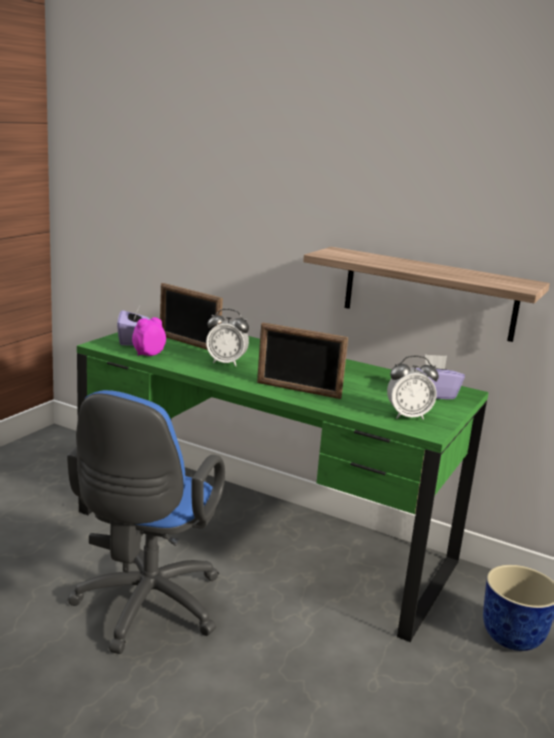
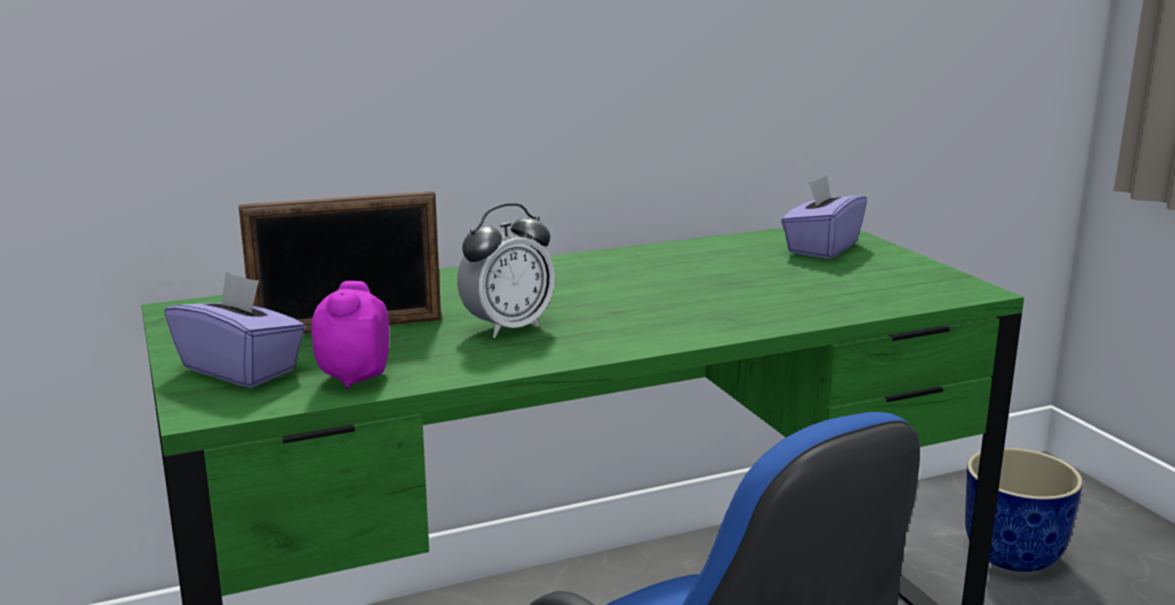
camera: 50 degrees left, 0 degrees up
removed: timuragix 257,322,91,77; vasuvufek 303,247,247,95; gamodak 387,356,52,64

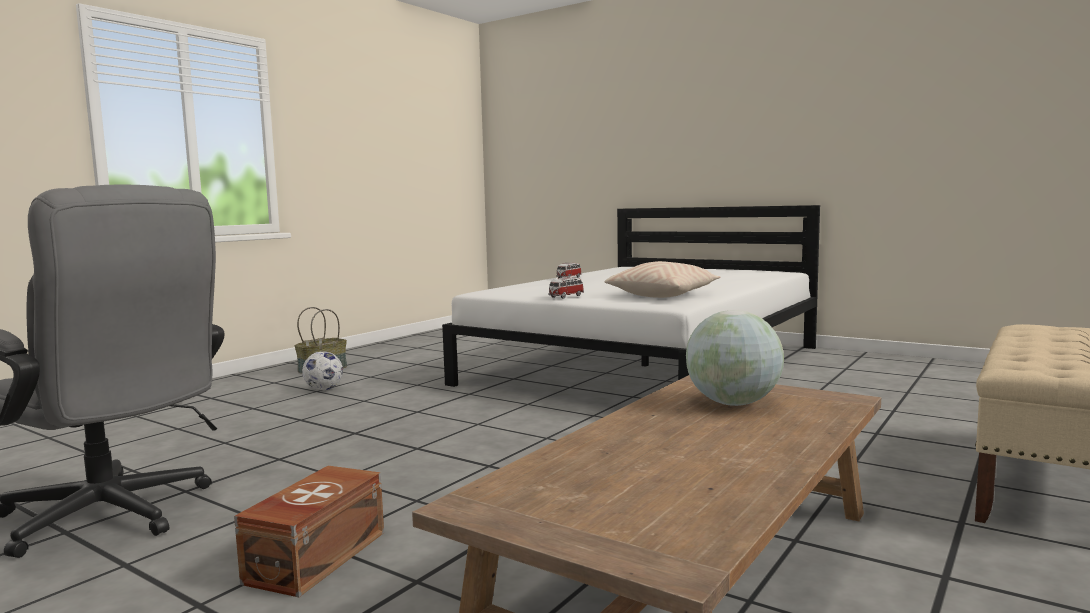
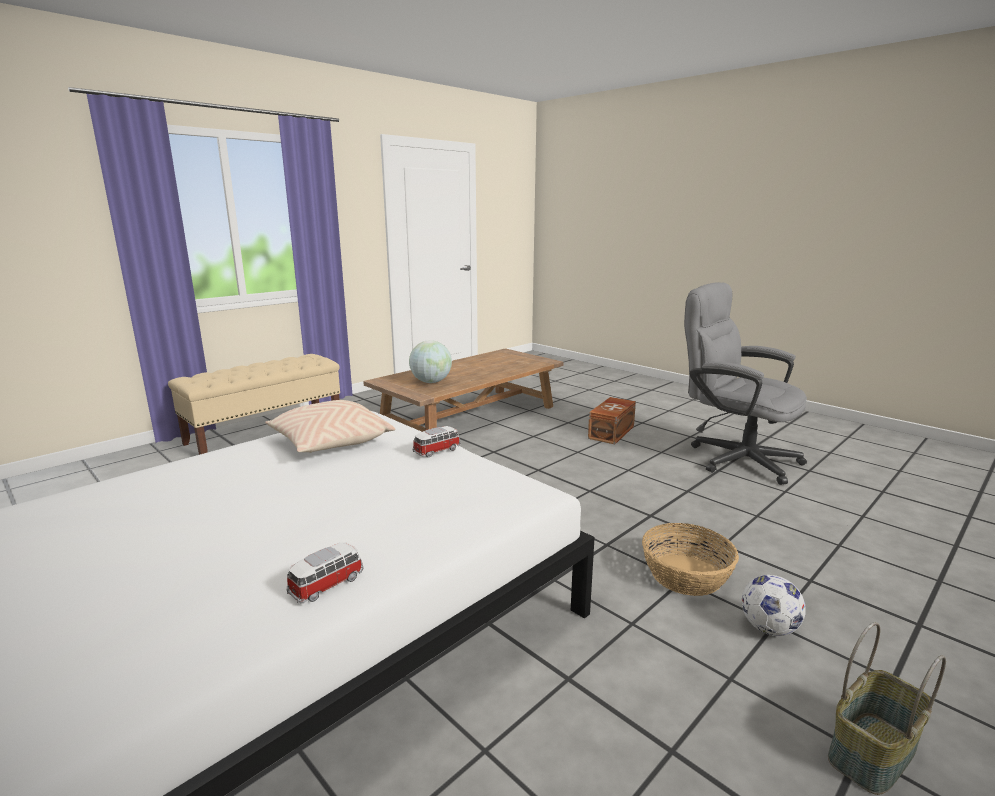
camera: 170 degrees left, 10 degrees up
added: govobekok 642,523,97,73

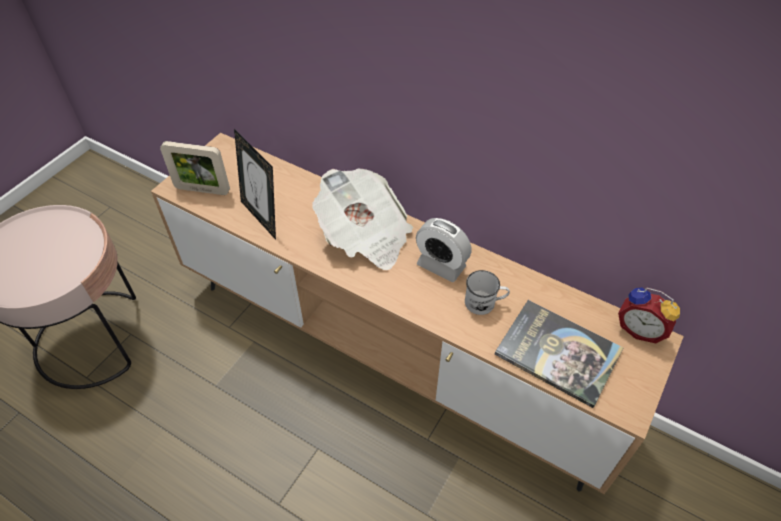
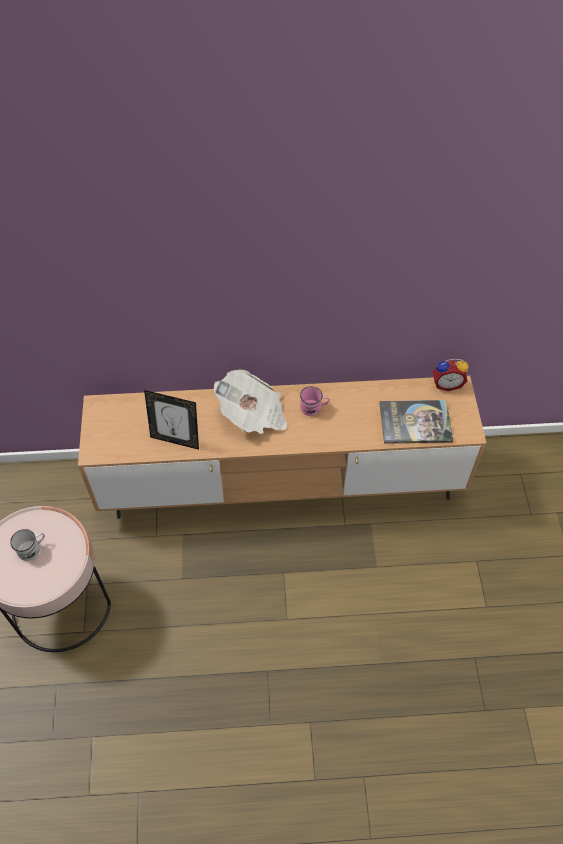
camera: 35 degrees left, 5 degrees up
removed: timuragix 160,141,70,54
moved: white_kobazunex 465,270,45,45 to 10,529,35,32
replaced: gamodak 416,218,56,64 to pink_kobazunex 300,386,30,30

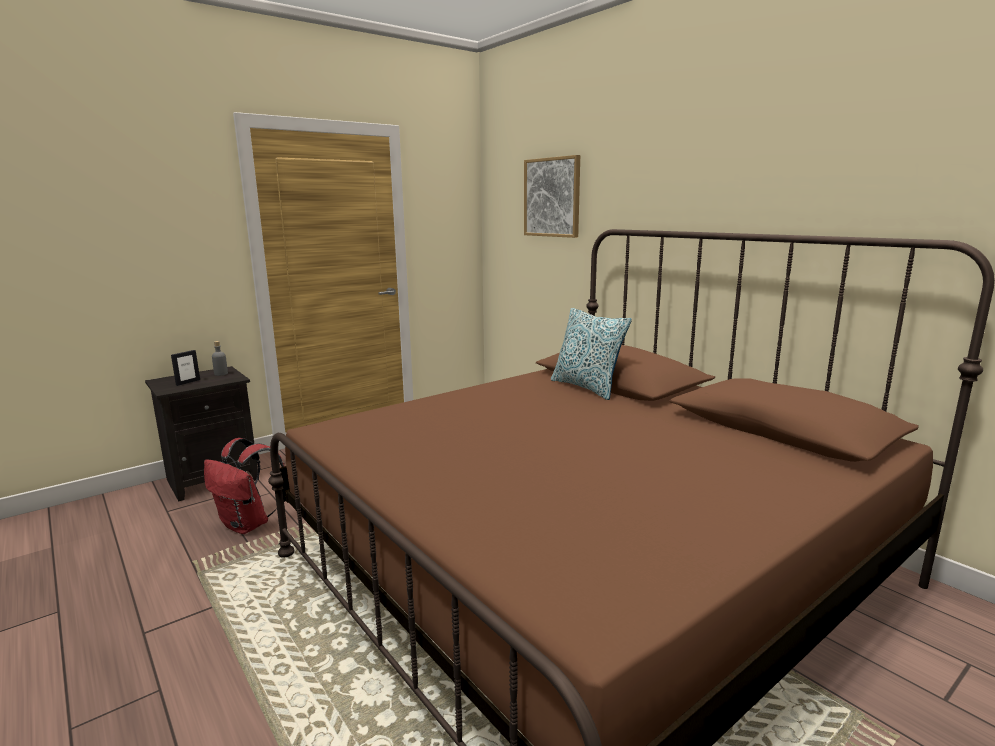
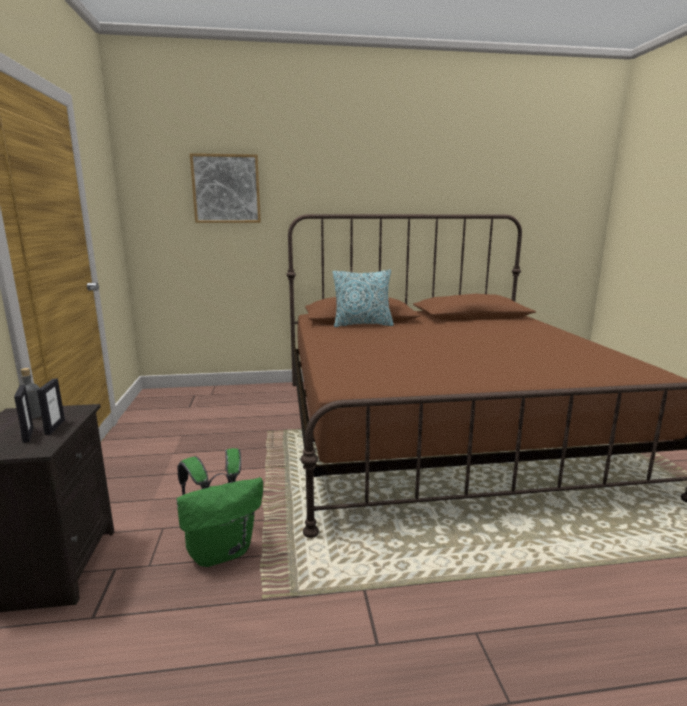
camera: 60 degrees left, 0 degrees up
added: timuragix 37,379,28,56
recoloured: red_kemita 204,438,80,96 to green_kemita 177,448,86,119

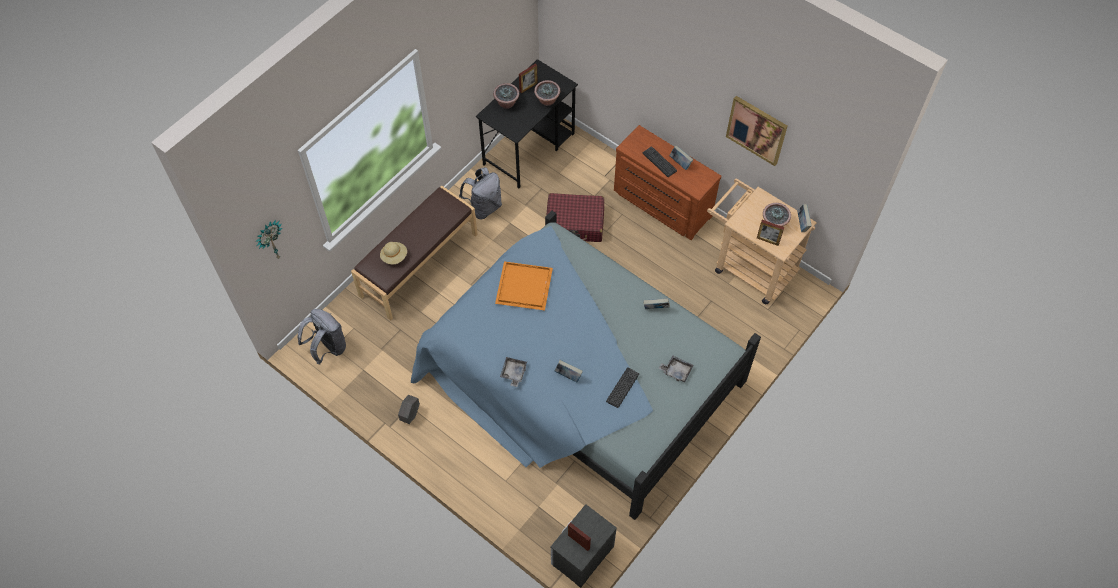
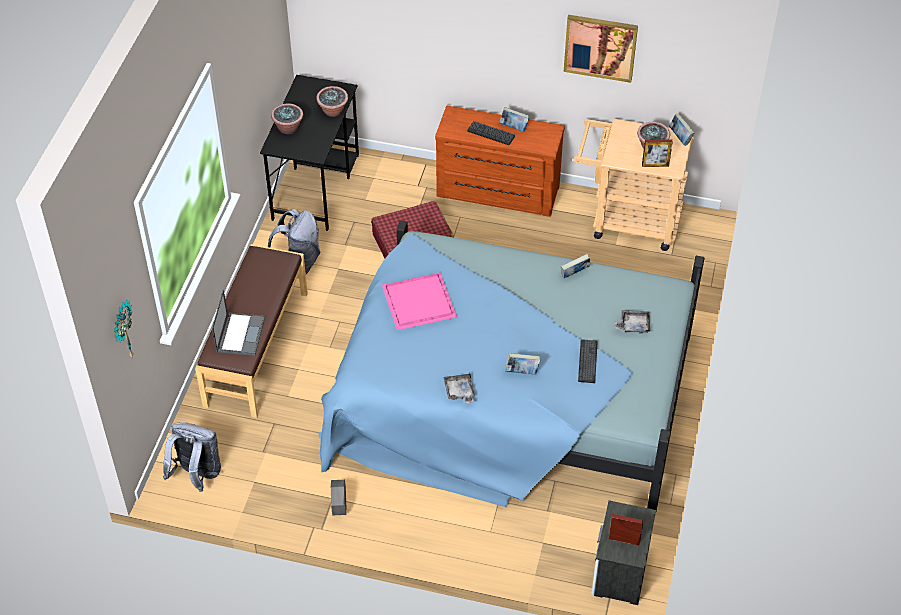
camera: 25 degrees left, 10 degrees down
removed: timuragix 519,64,19,30
replaced: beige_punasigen 380,242,27,22 to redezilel 212,290,53,66
recoloured: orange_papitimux 495,261,58,49 to pink_papitimux 382,273,75,57

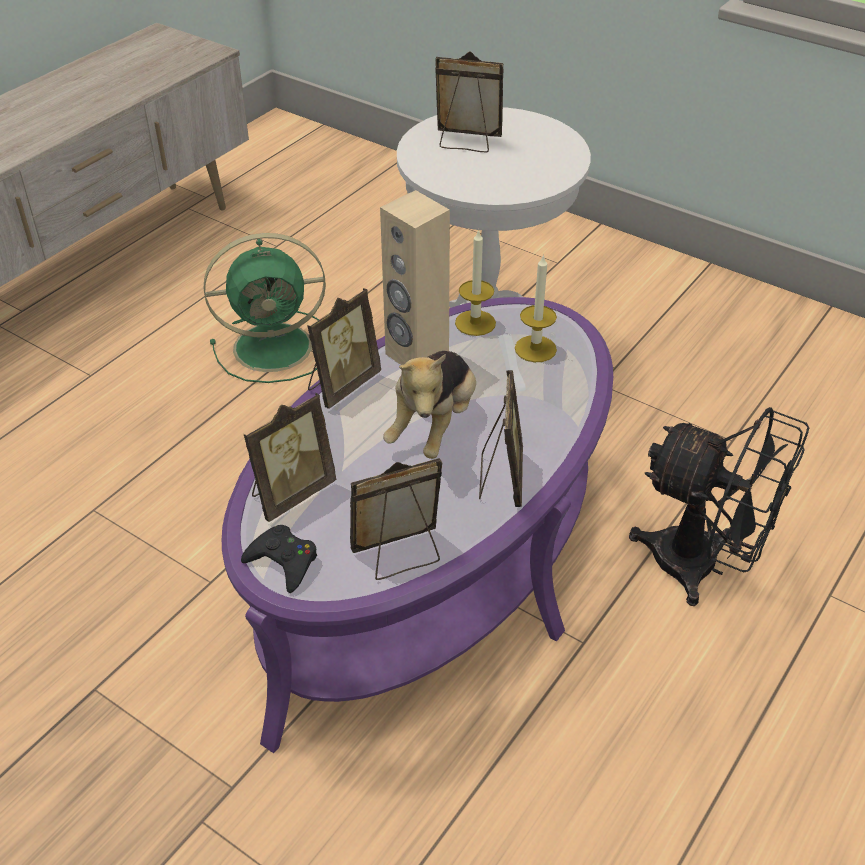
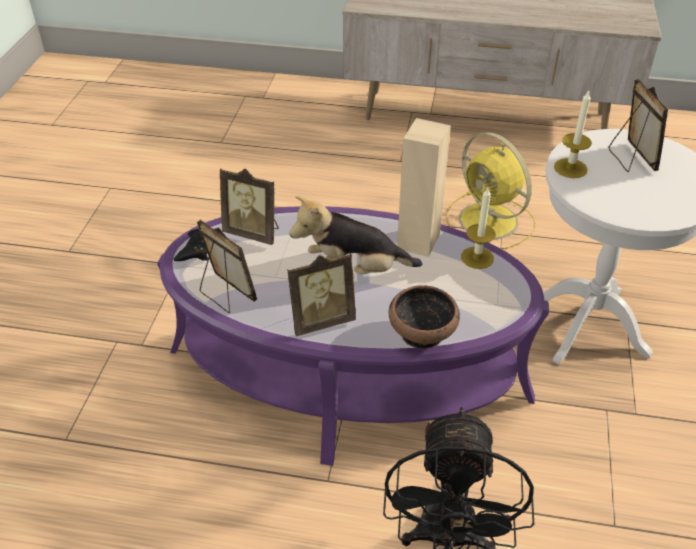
camera: 65 degrees right, 0 degrees up
removed: timuragix 307,288,74,121
added: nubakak 389,285,71,64
moved: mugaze 515,254,42,108 to 554,90,37,88
recoloured: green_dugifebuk 204,233,122,150 to yellow_dugifebuk 446,132,90,117

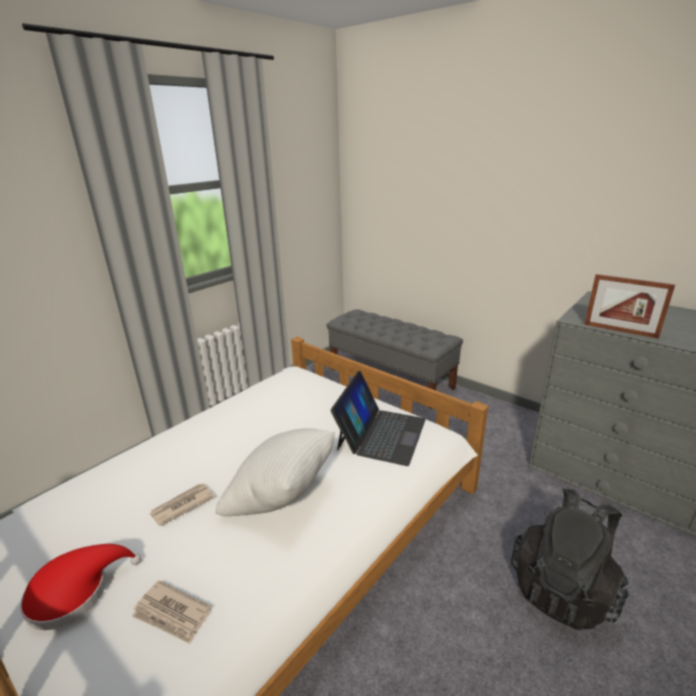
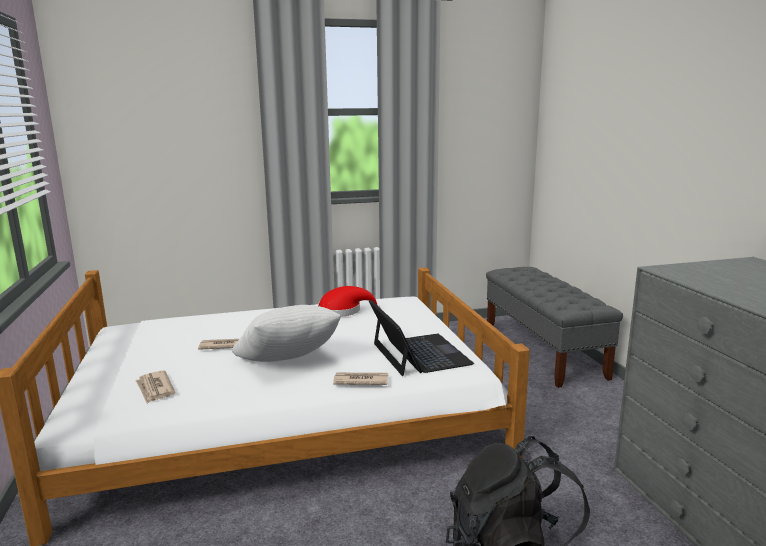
camera: 35 degrees right, 10 degrees down
removed: timuragix 584,274,91,65
added: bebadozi 333,372,55,13
moved: red_punasigen 20,544,122,86 to 318,286,62,31
turned: redezilel 331,371,95,95 = 369,300,105,76 75 degrees counterclockwise

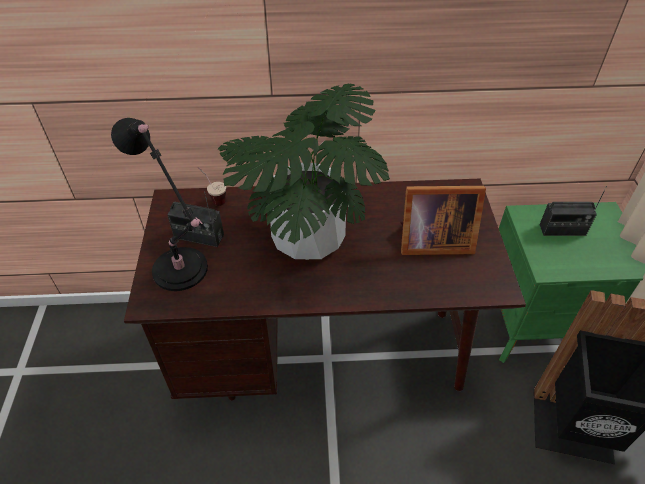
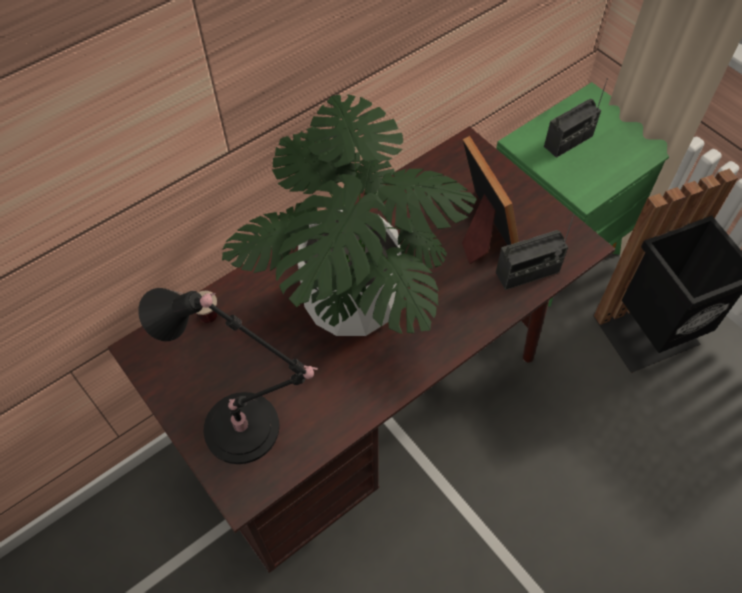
camera: 35 degrees left, 10 degrees up
moved: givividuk 167,192,57,55 to 496,214,79,76
turned: timuragix 400,186,86,69 = 462,136,57,128 75 degrees counterclockwise

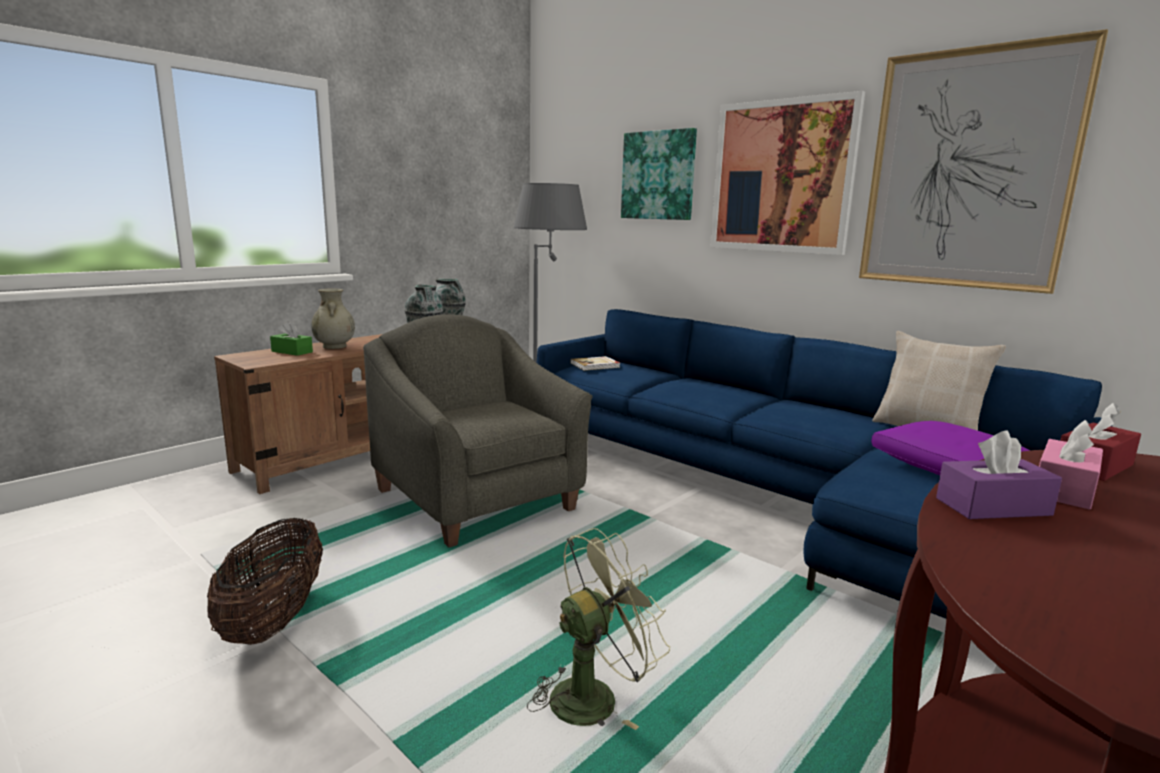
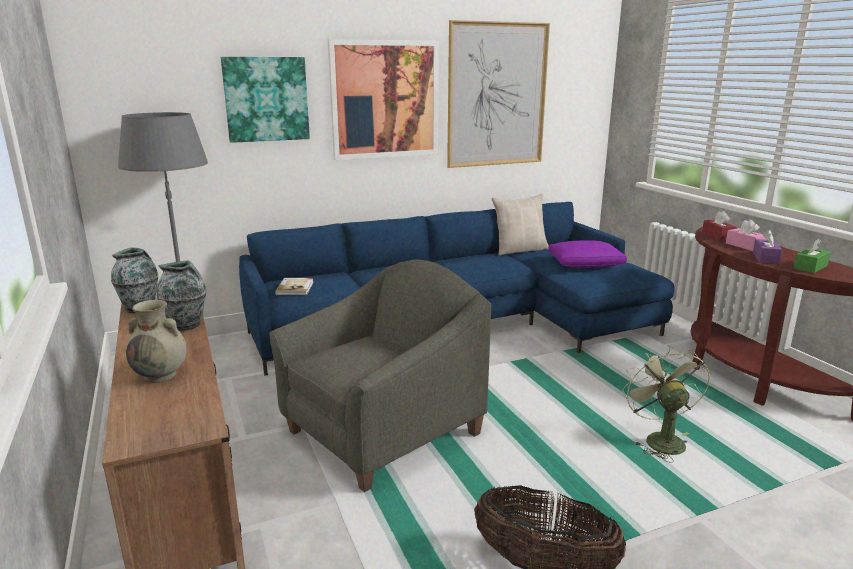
camera: 65 degrees left, 5 degrees up
moved: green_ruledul 270,321,43,35 to 793,238,38,35
turned: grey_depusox 363,314,229,234 = 269,259,222,233 150 degrees clockwise

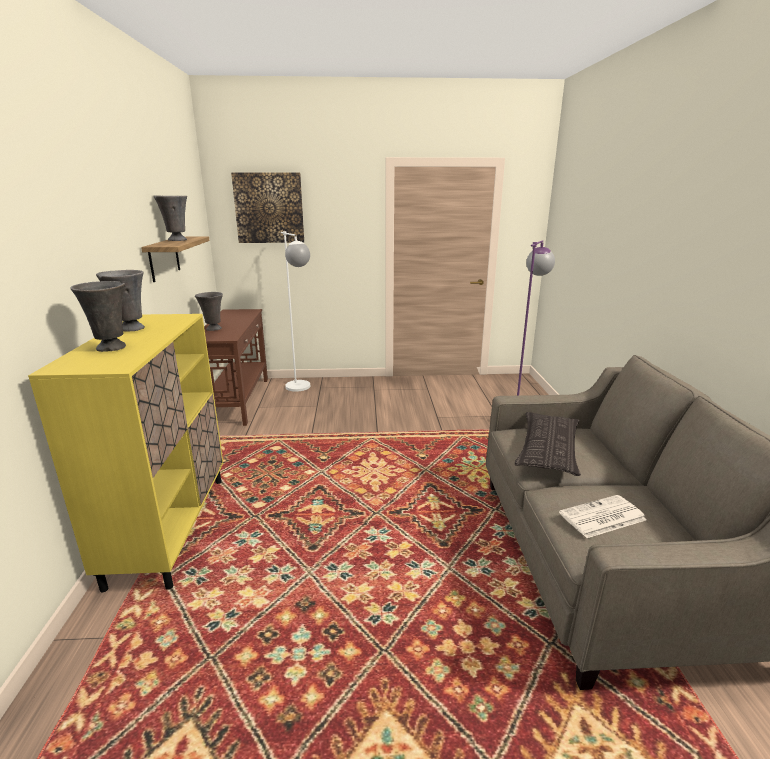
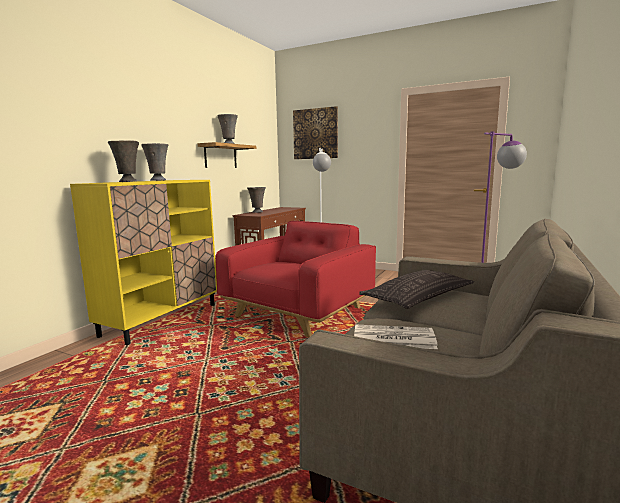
camera: 30 degrees right, 10 degrees down
added: red_depusox 215,221,161,116

